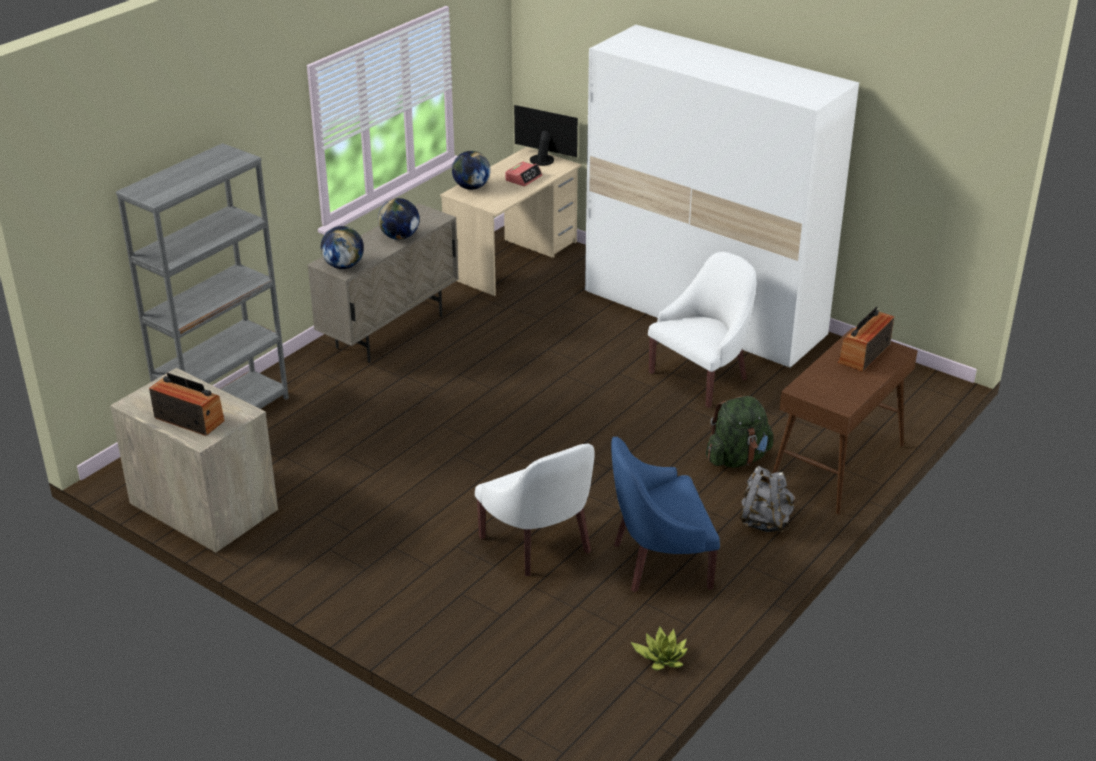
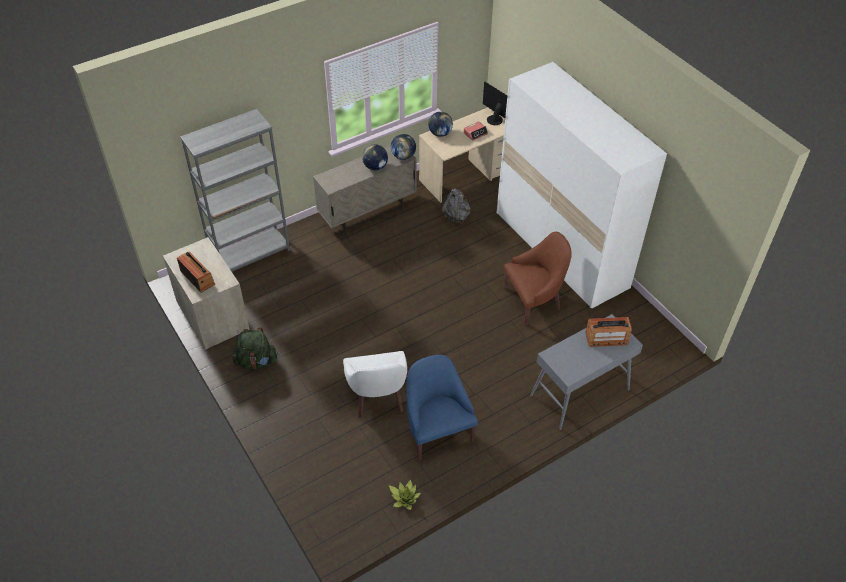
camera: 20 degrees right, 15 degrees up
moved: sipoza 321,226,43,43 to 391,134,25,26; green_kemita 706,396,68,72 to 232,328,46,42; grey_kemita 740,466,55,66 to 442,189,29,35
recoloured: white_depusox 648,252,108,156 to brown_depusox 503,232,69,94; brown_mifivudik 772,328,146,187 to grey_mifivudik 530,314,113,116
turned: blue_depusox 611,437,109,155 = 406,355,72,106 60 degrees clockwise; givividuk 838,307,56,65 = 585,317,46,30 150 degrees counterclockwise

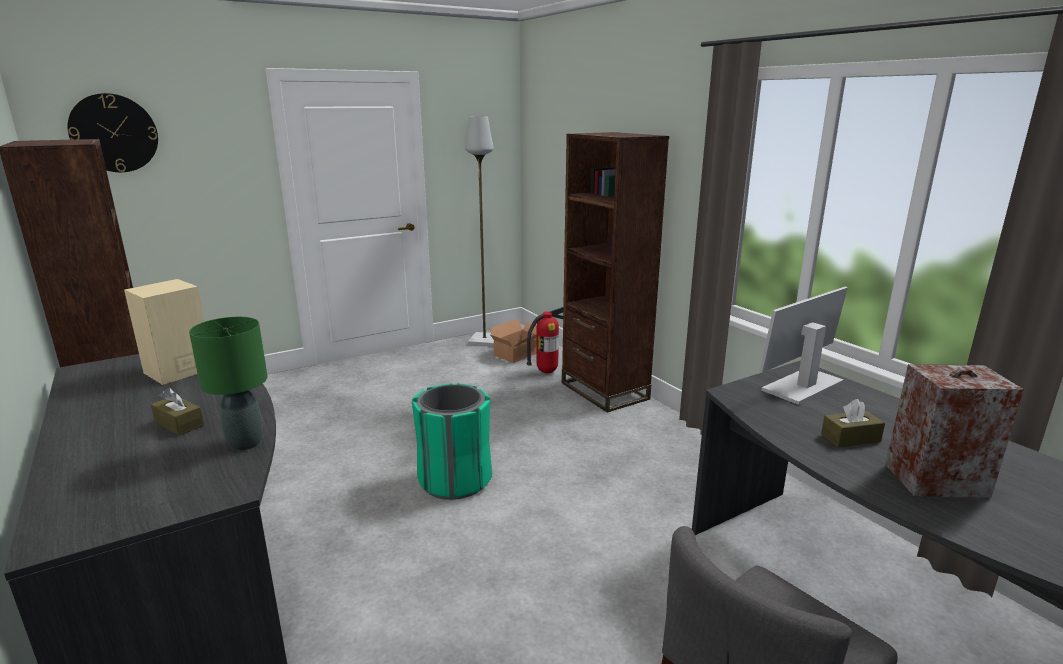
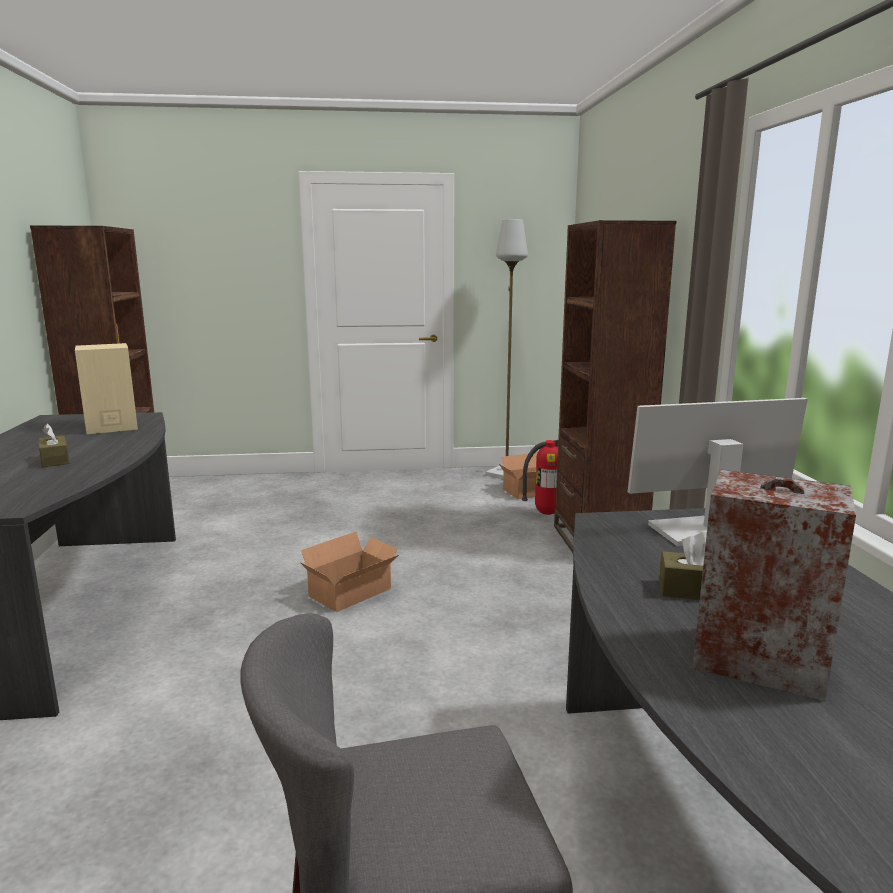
camera: 25 degrees right, 5 degrees down
removed: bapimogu 68,93,90,79; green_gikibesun 189,317,79,134
replaced: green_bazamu 412,383,80,117 to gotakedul 300,532,100,80

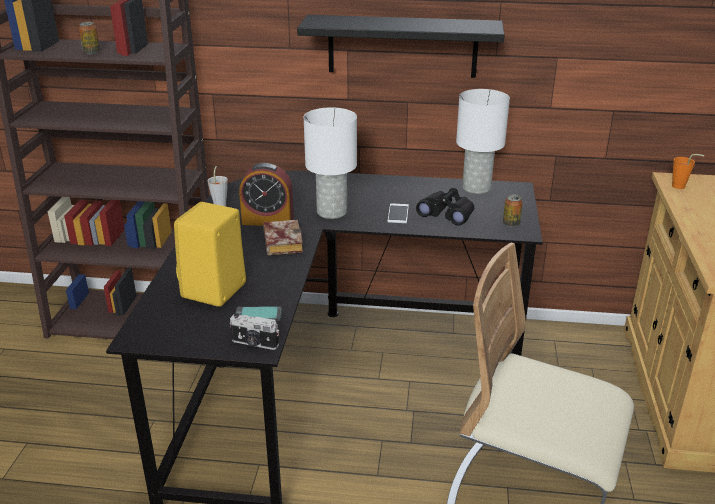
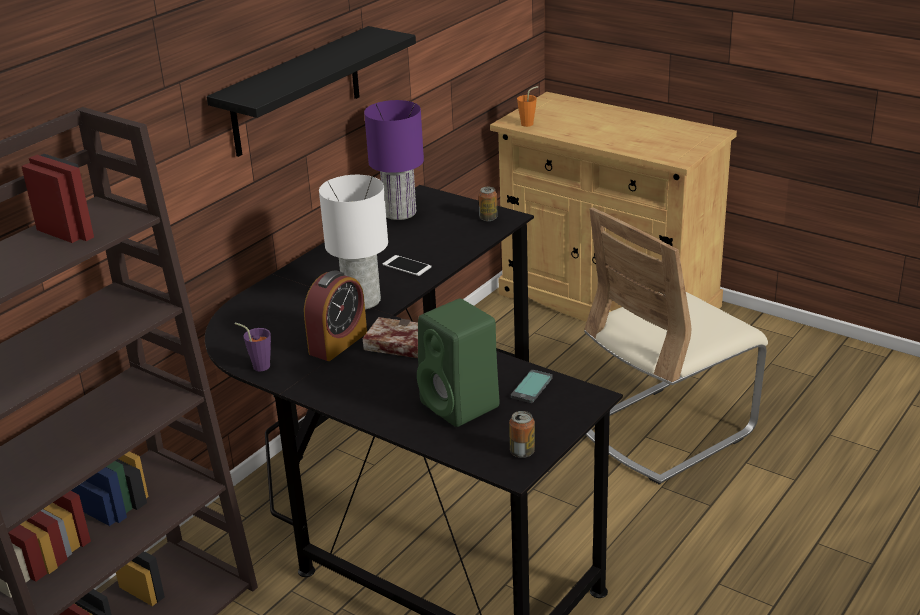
camera: 60 degrees left, 0 degrees up
removed: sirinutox 230,313,49,37; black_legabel 416,188,58,38
moved: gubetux 79,22,21,32 to 509,411,26,47
recoloured: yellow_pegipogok 174,202,72,105 to green_pegipogok 417,298,83,129; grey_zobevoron 208,166,20,40 to purple_zobevoron 235,322,36,49; white_gikibesun 456,89,54,105 to purple_gikibesun 364,100,60,120

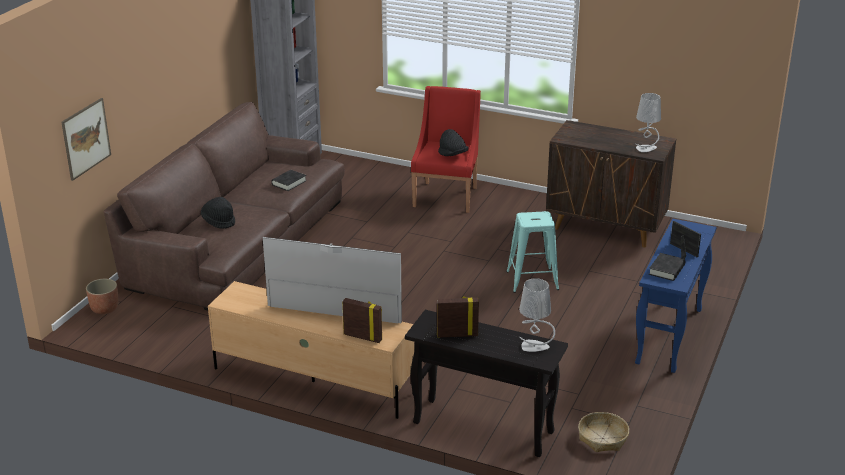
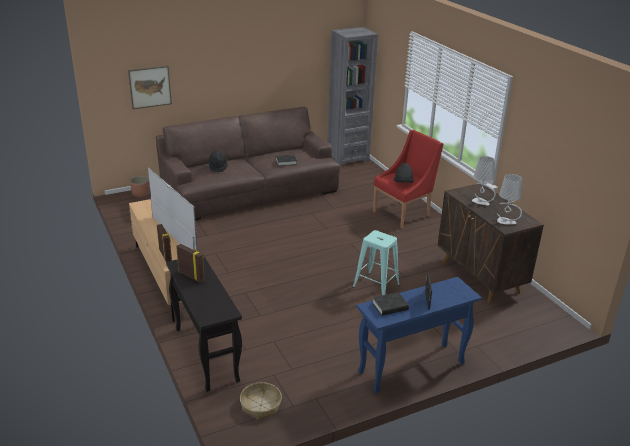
camera: 40 degrees right, 0 degrees up
moved: grey_gikibesun 519,278,36,74 to 472,156,24,49

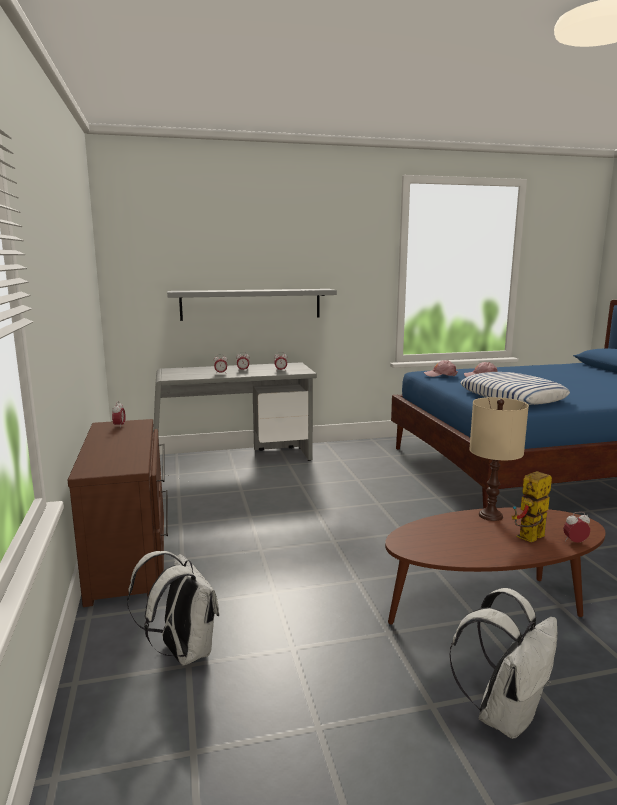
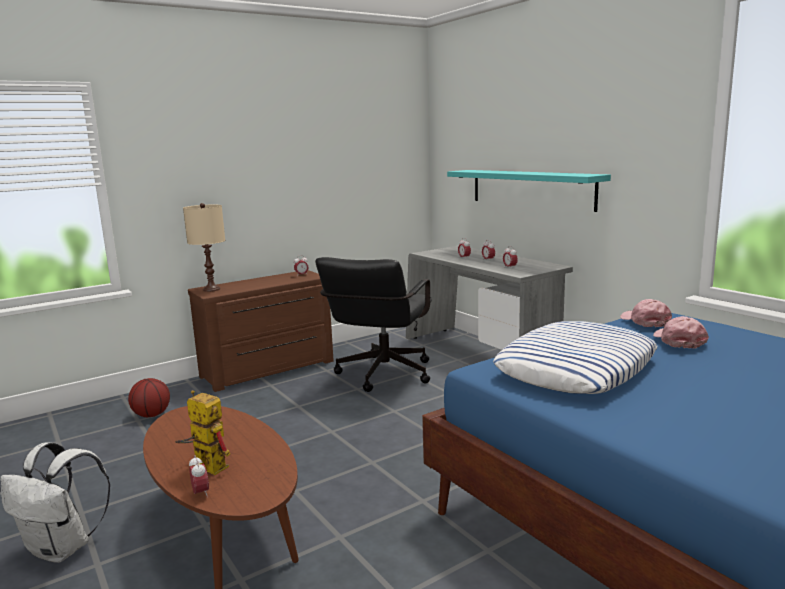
camera: 70 degrees right, 0 degrees up
added: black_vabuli 315,257,117,135
moved: beige_gikibesun 469,397,60,124 to 183,203,42,89
replaced: white_kemita 127,551,92,115 to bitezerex 128,378,42,39
recoloured: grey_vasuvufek 167,289,170,32 to turquoise_vasuvufek 447,170,164,42

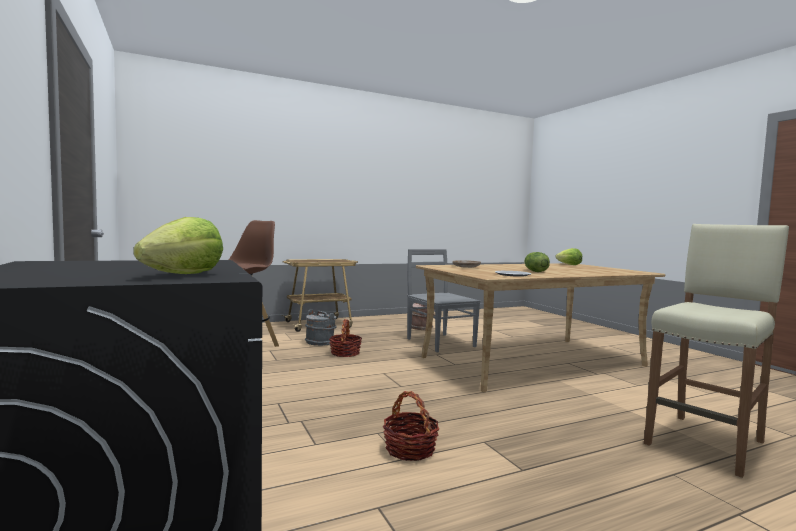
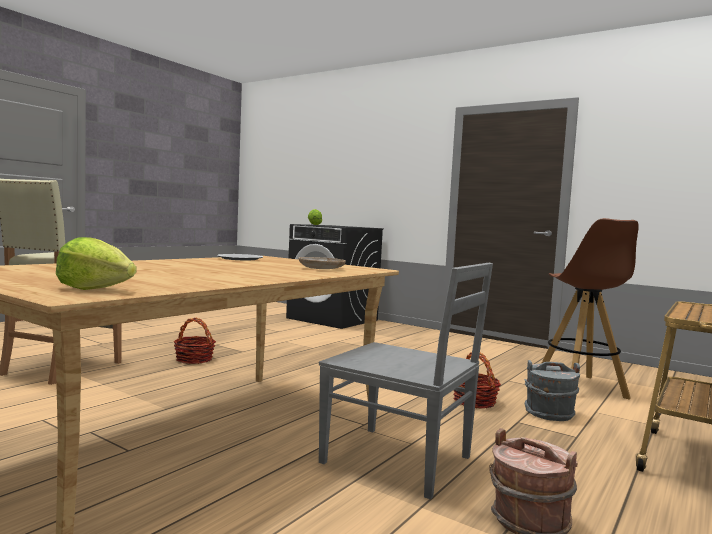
camera: 150 degrees right, 0 degrees up
removed: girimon 524,252,26,20
moved: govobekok 383,391,56,70 to 173,318,43,46

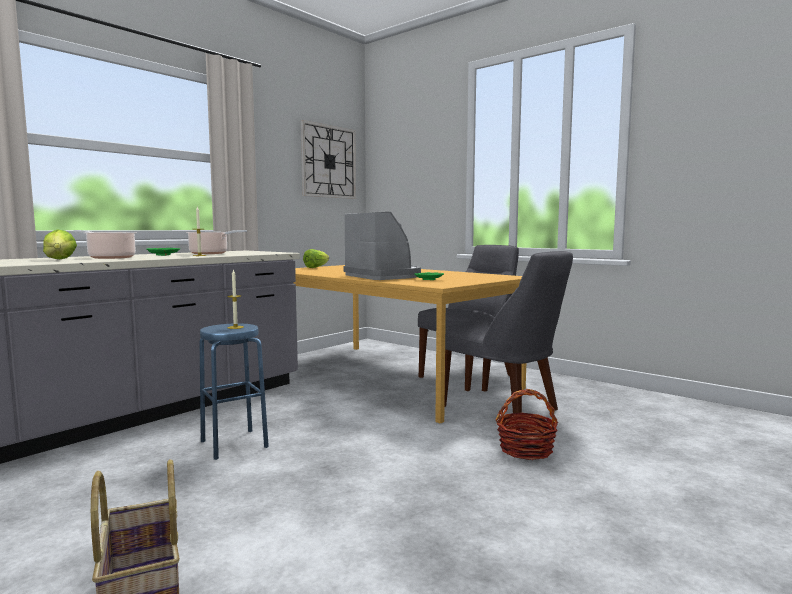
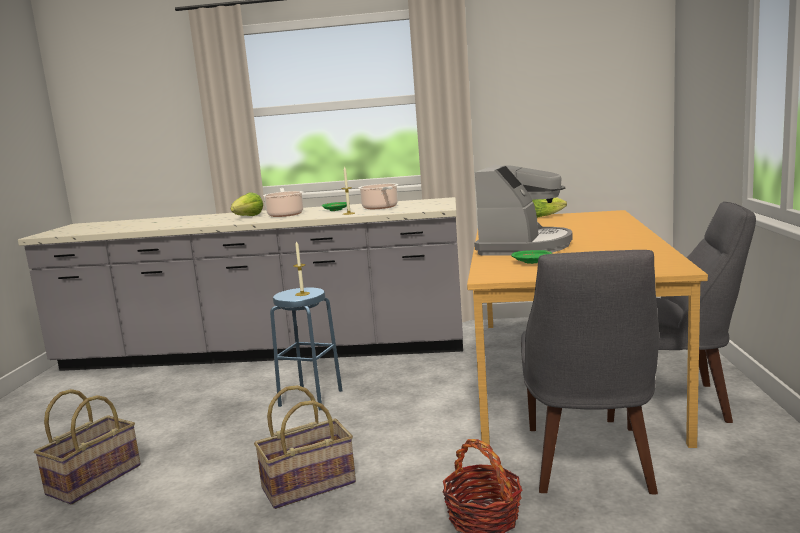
camera: 55 degrees right, 5 degrees up
removed: bapimogu 301,120,55,79
added: govobekok 254,385,102,124

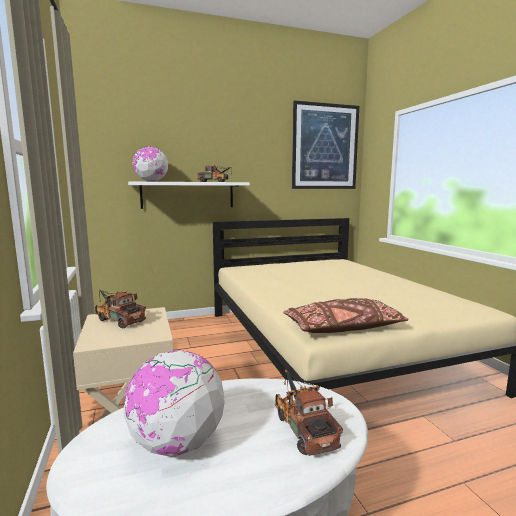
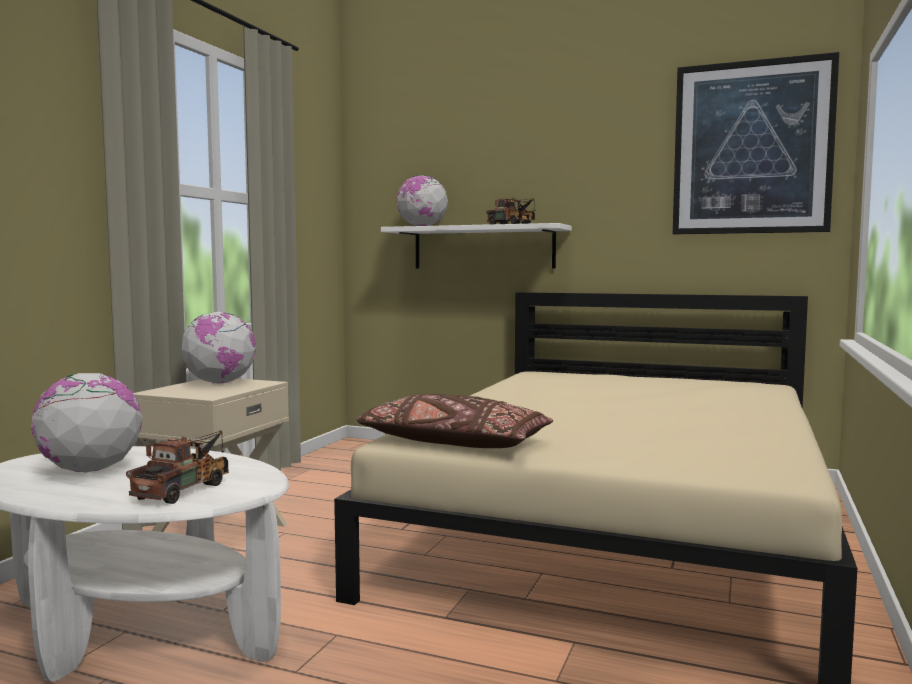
camera: 40 degrees right, 5 degrees down
replaced: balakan 95,290,51,38 to sipoza 181,312,75,72

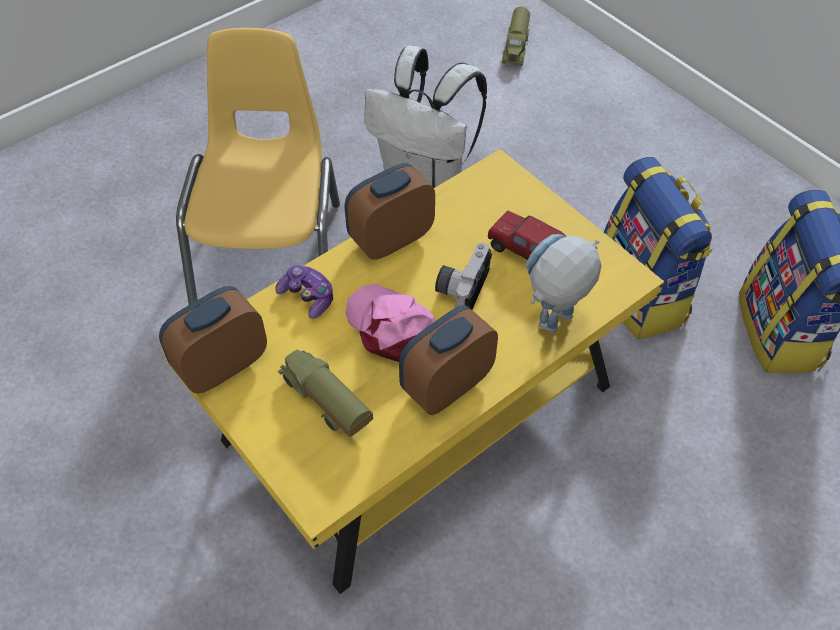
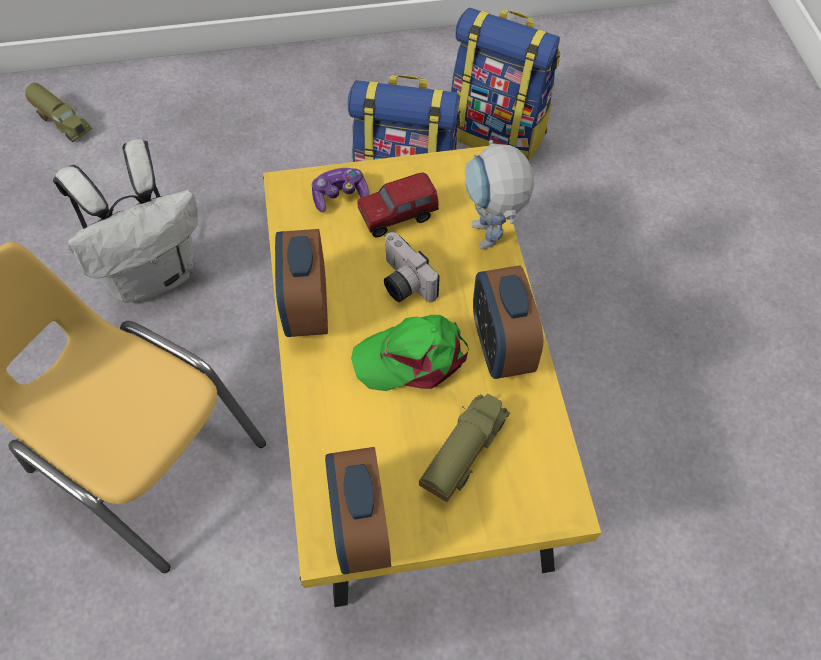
camera: 60 degrees left, 5 degrees up
moved: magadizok 275,265,58,54 to 312,168,57,45
recoloured: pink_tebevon 345,284,90,78 to green_tebevon 351,315,118,76
turned: balakan 278,350,95,87 = 419,394,91,108 135 degrees clockwise

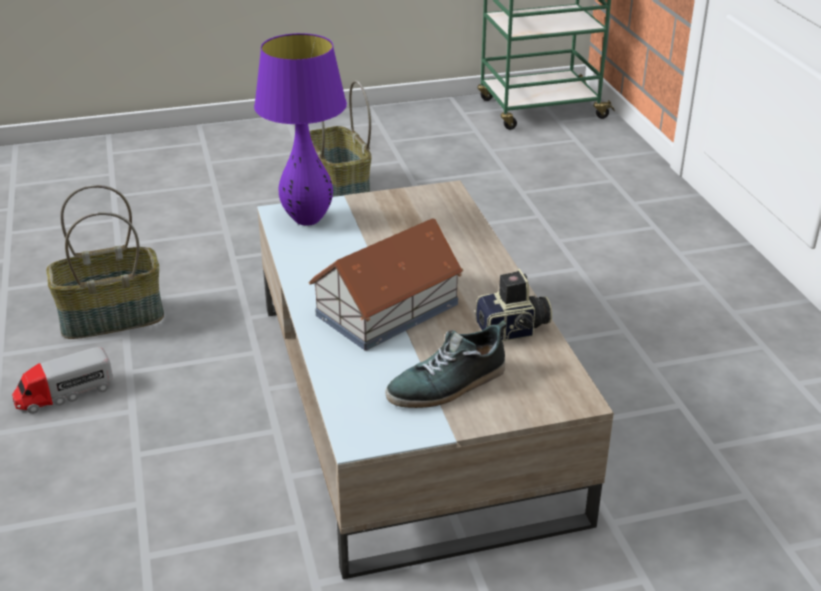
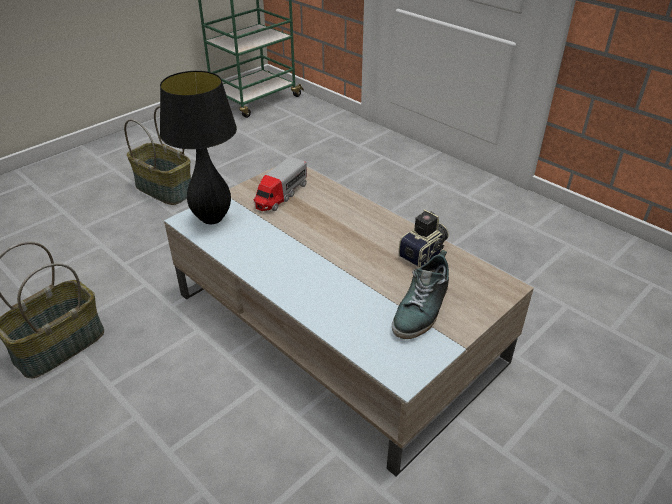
camera: 30 degrees left, 5 degrees up
removed: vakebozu 308,218,156,133
moved: balakan 12,347,101,67 to 254,157,53,54
recoloured: purple_gikibesun 254,33,93,193 to black_gikibesun 160,71,77,153

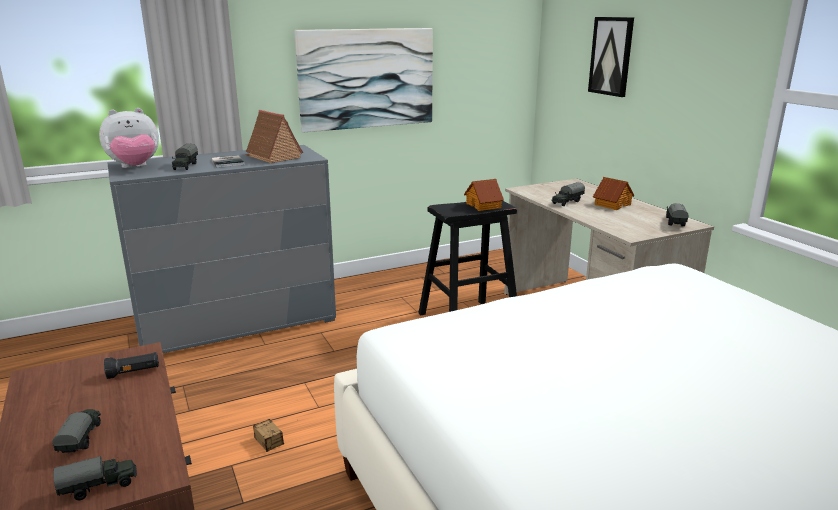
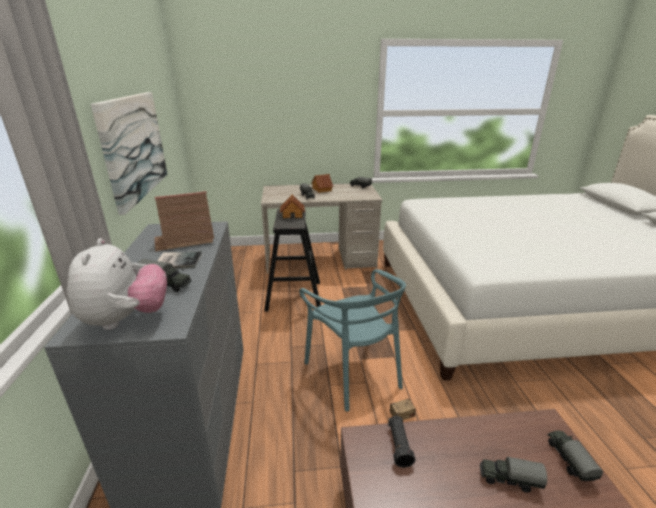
camera: 70 degrees left, 5 degrees up
removed: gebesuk 588,17,46,80
added: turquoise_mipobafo 299,269,107,143

